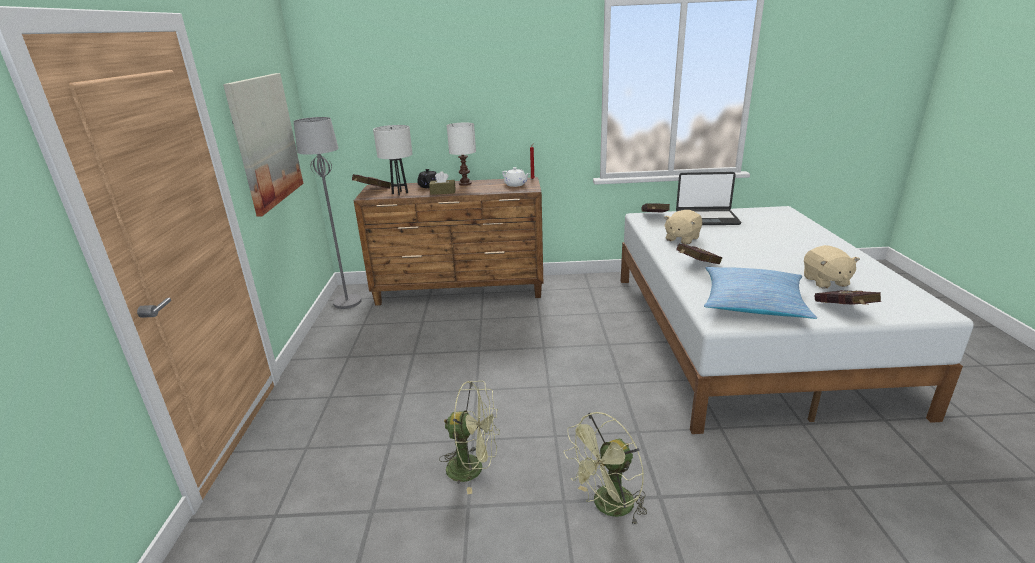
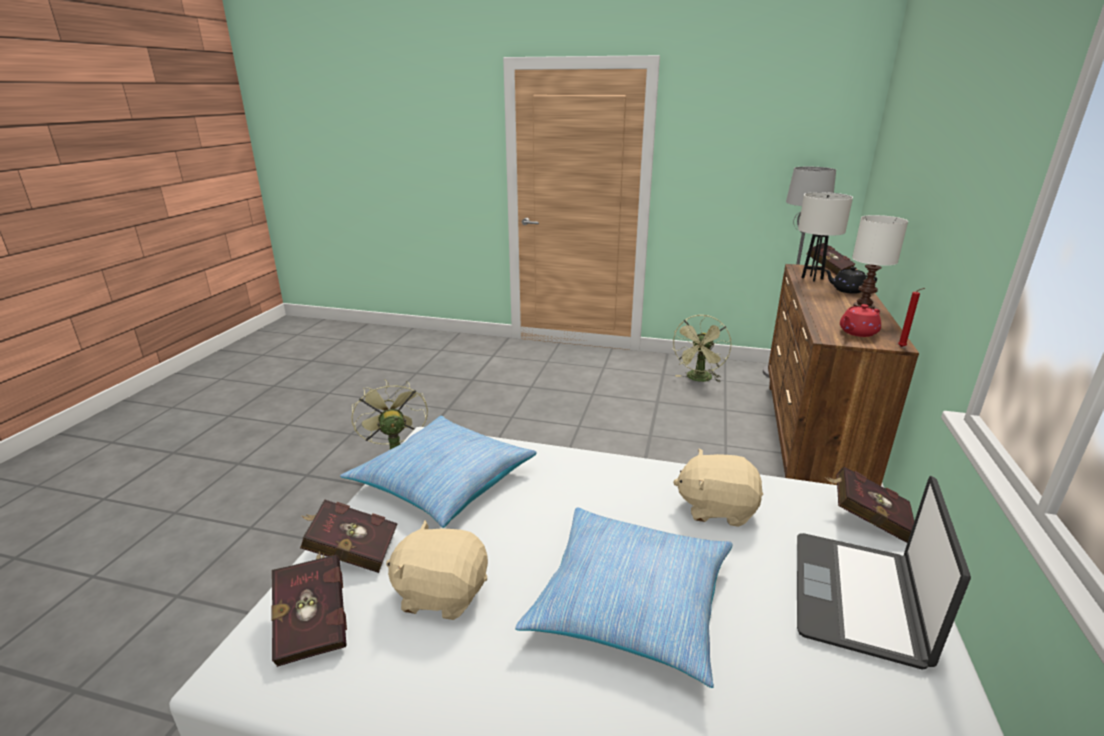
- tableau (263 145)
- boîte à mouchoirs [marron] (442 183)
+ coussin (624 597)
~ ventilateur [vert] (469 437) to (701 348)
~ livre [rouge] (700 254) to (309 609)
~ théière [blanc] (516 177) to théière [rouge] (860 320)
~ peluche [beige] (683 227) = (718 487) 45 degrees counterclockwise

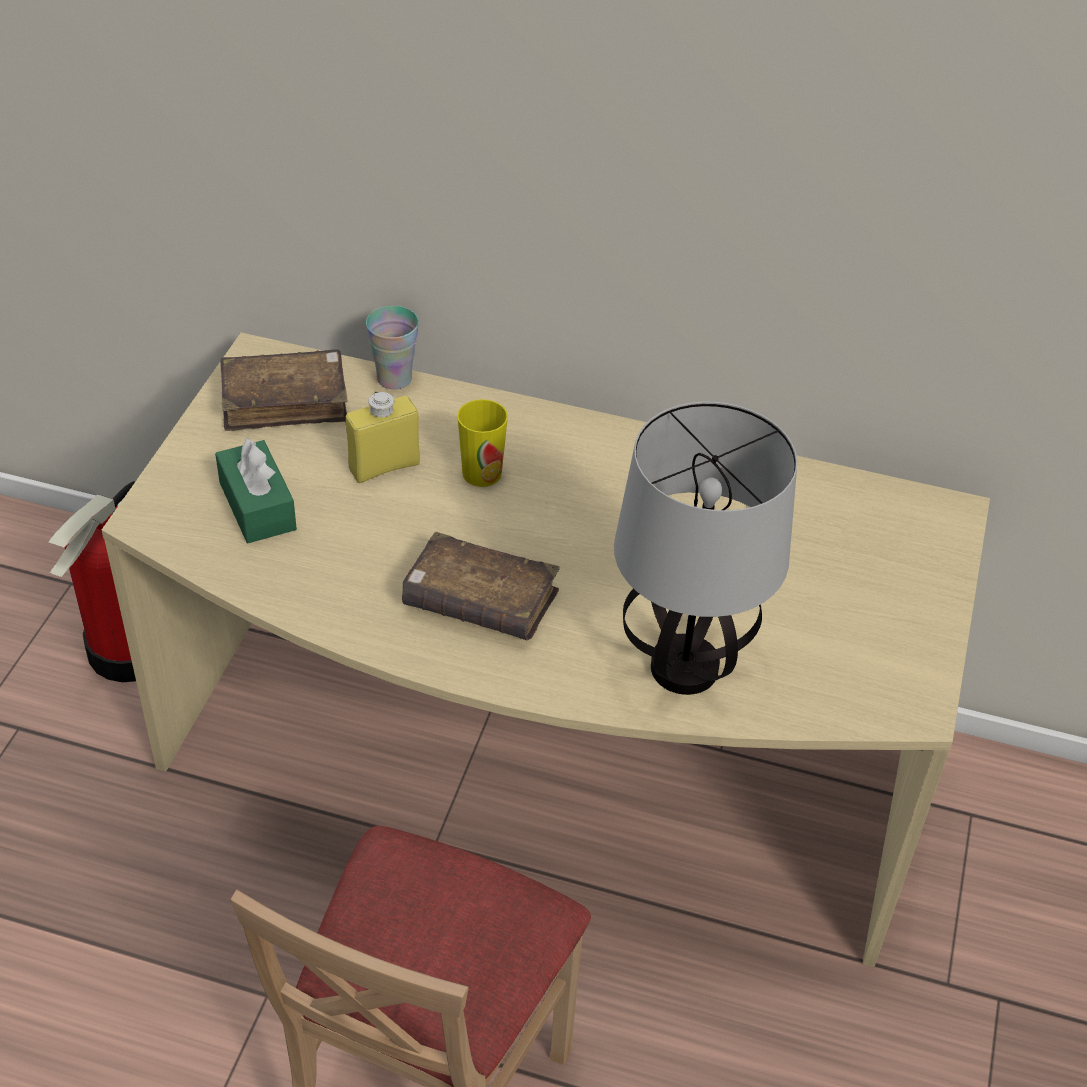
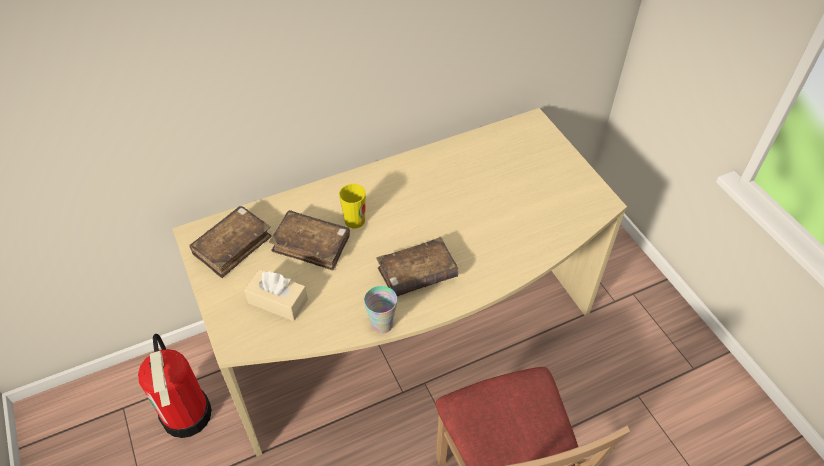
- lampe de table (705 548)
~ tasse (392 347) to (380 310)
~ bouteille [jaune] (382 437) to livre [marron] (309 240)
~ boîte à mouchoirs [vert] (256 490) to boîte à mouchoirs [beige] (276 295)

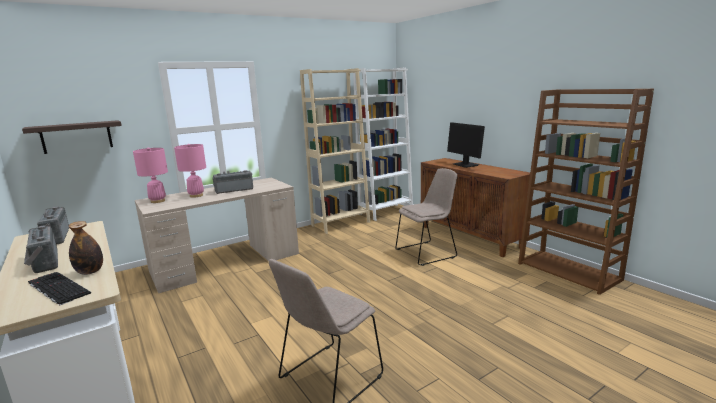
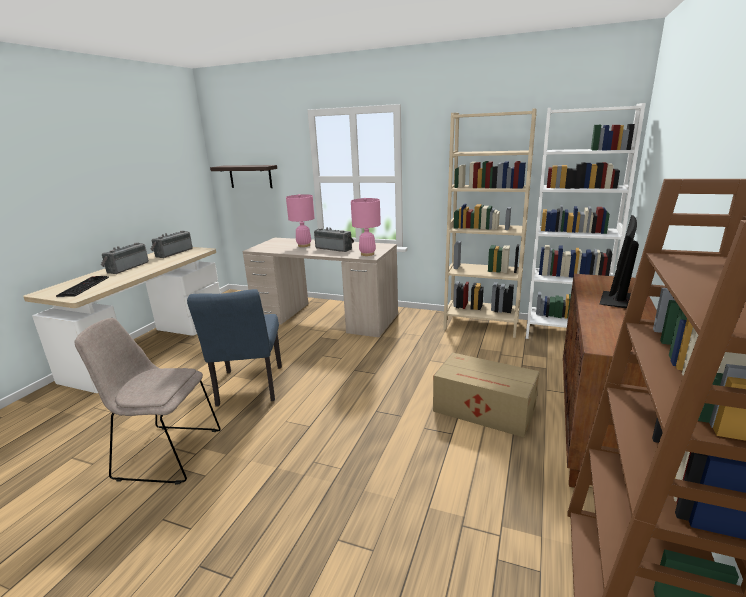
- bouteille (86 248)
+ chaise [bleu] (234 347)
~ lampe de table [rose] (150 175) to (366 227)
~ chaise [beige] (426 217) to carton (486 395)

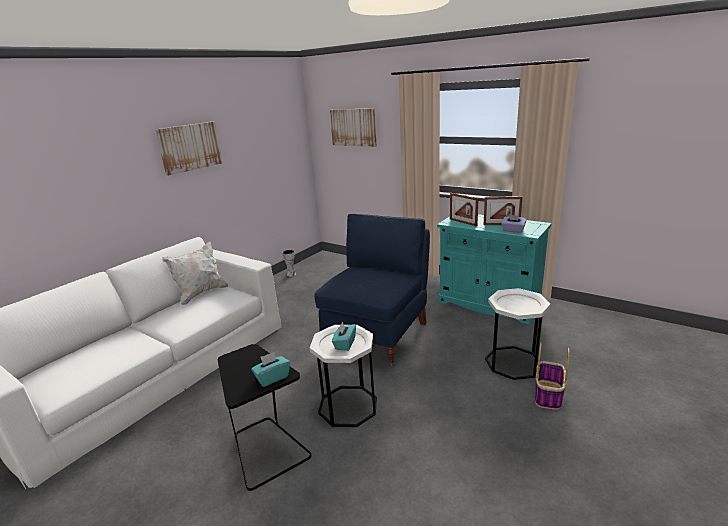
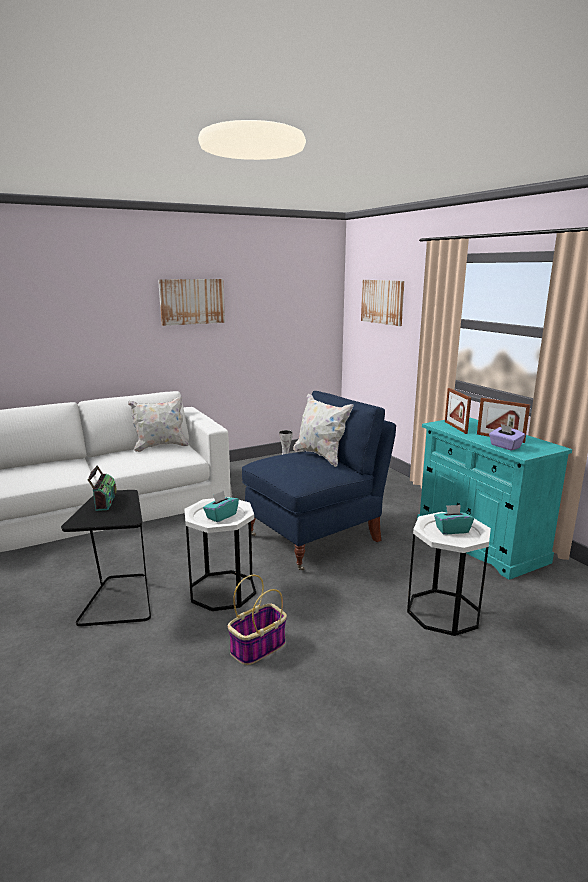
+ radio (102 488)
+ coussin [blanc] (323 430)
~ boîte à mouchoirs [turquoise] (270 369) to (454 519)
~ panier (552 376) to (257 620)

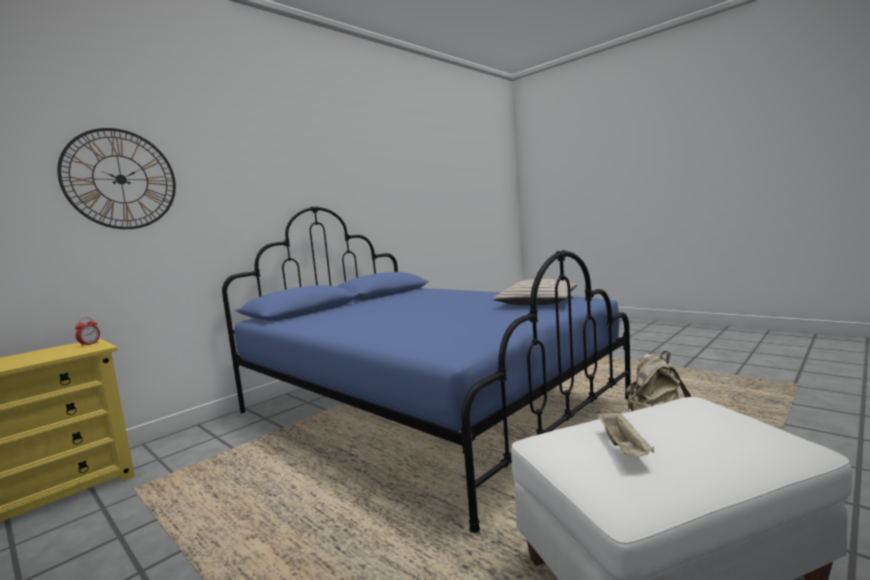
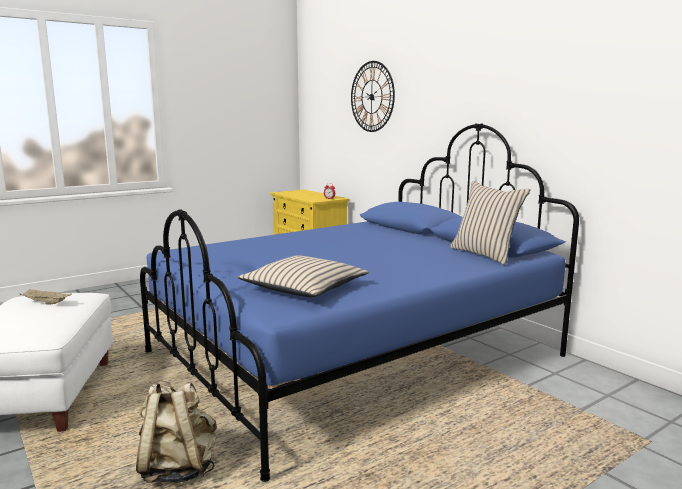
+ coussin [beige] (490 223)

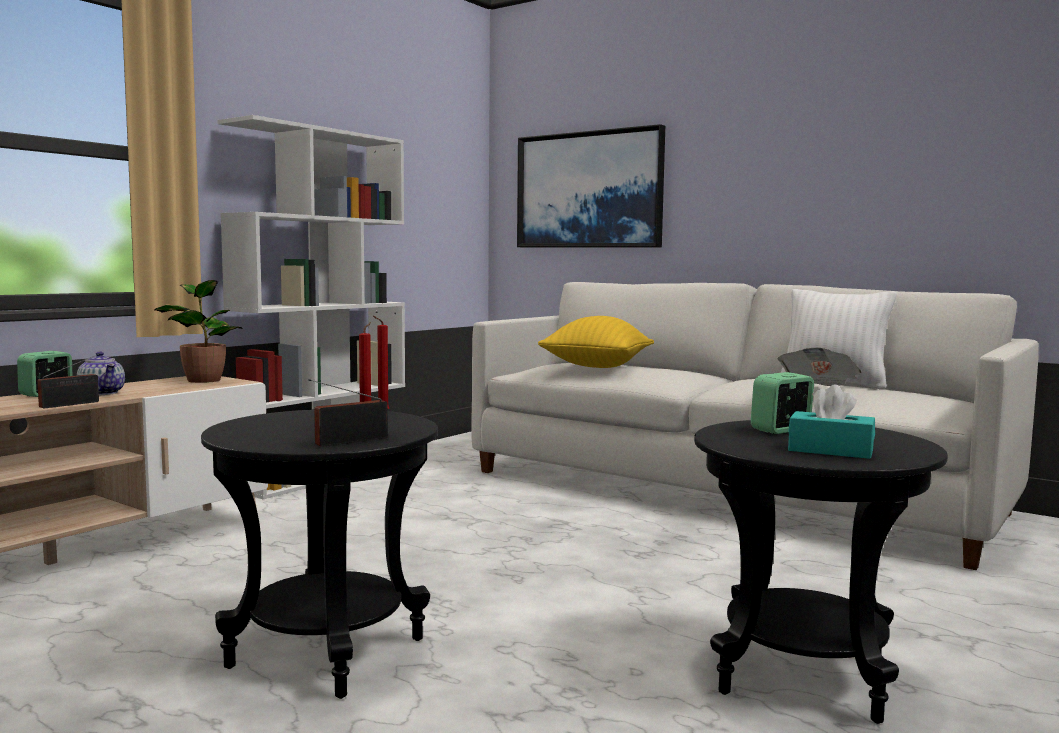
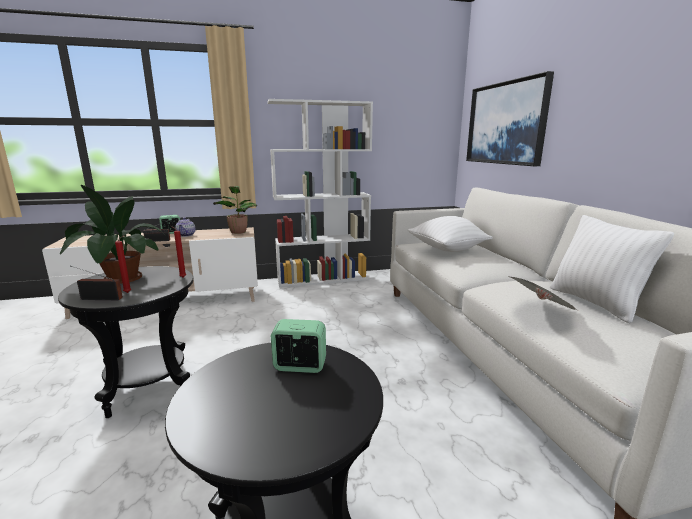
- boîte à mouchoirs [turquoise] (831 421)
+ plante en pot (114 234)
~ coussin [jaune] (596 342) to coussin [blanc] (450 234)

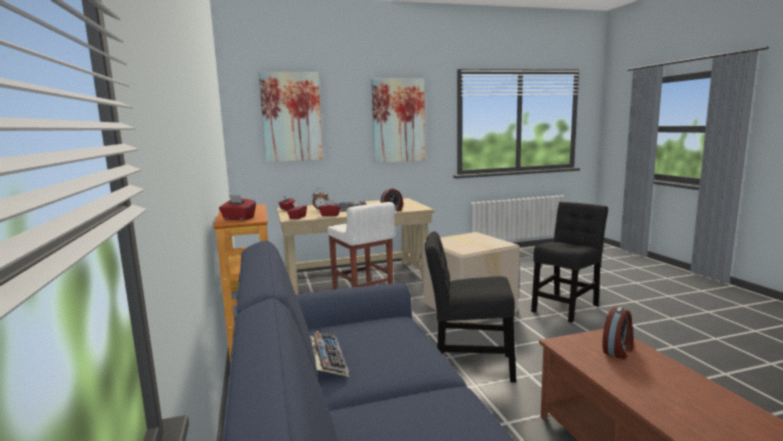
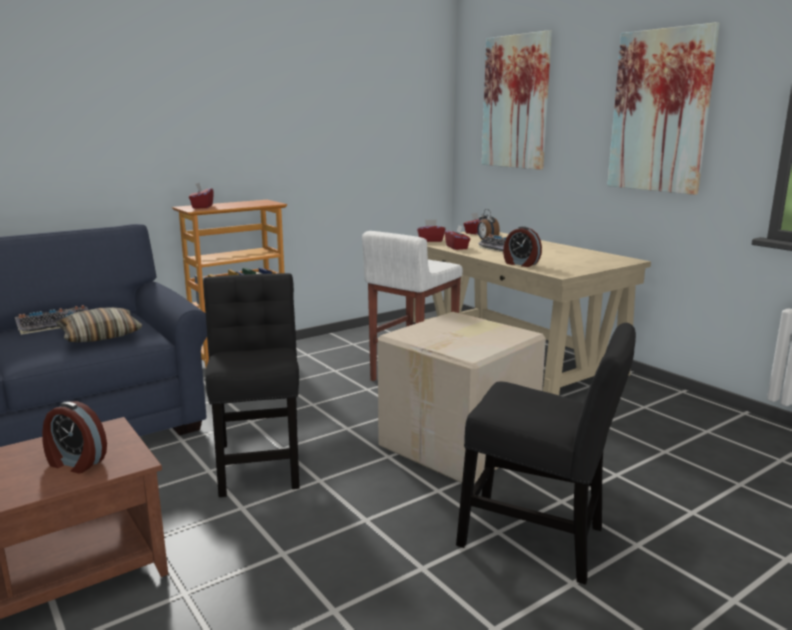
+ coussin (99 324)

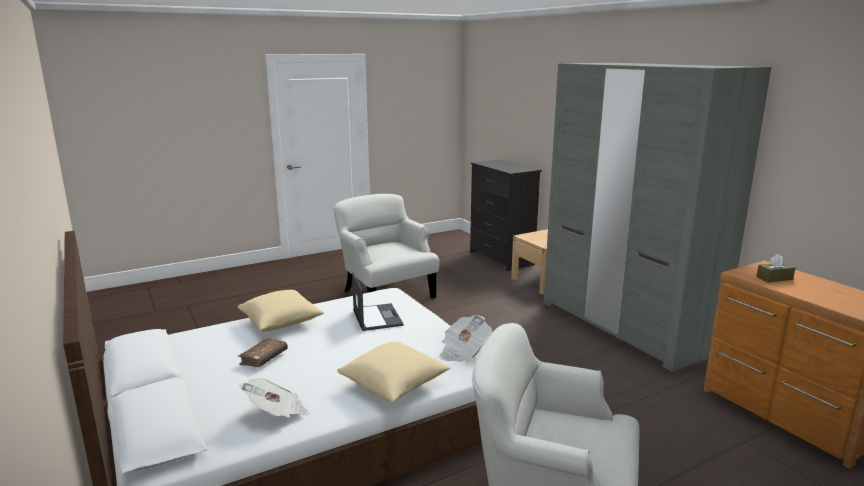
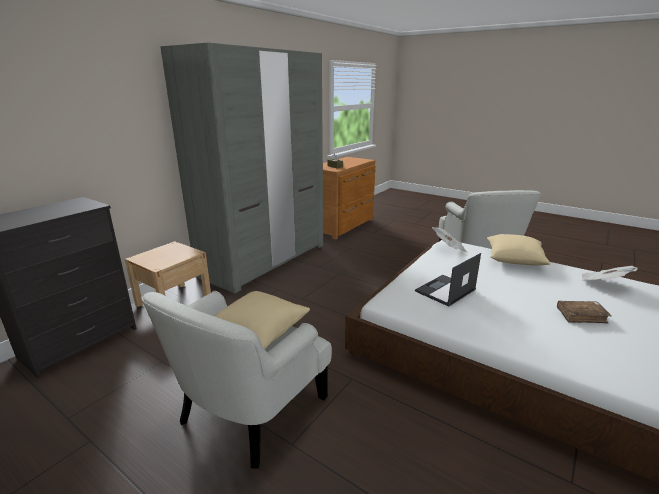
~ coussin [beige] (281 310) to (262 320)

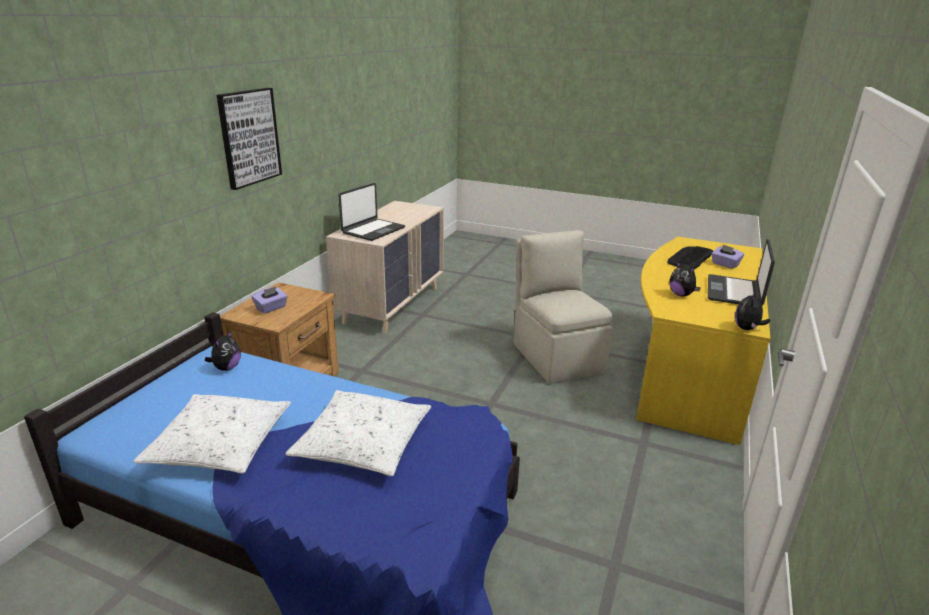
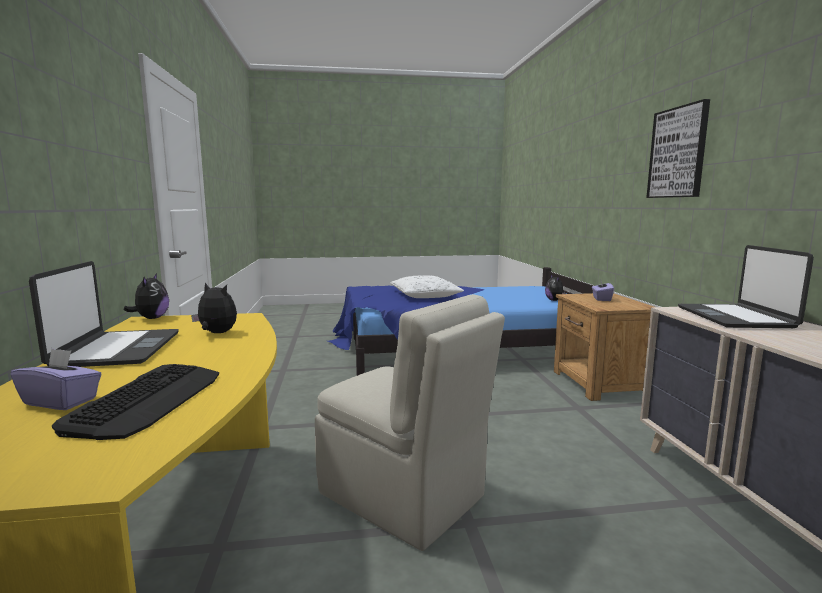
- coussin [blanc] (212 433)

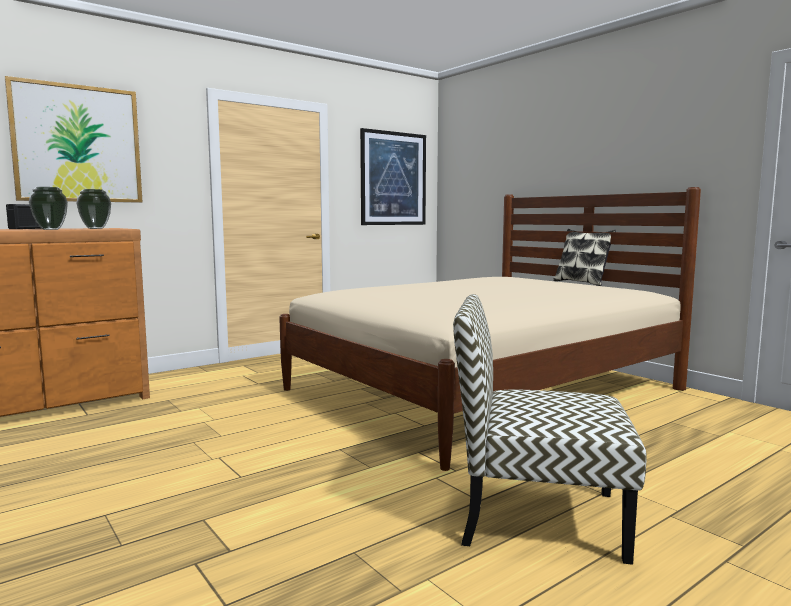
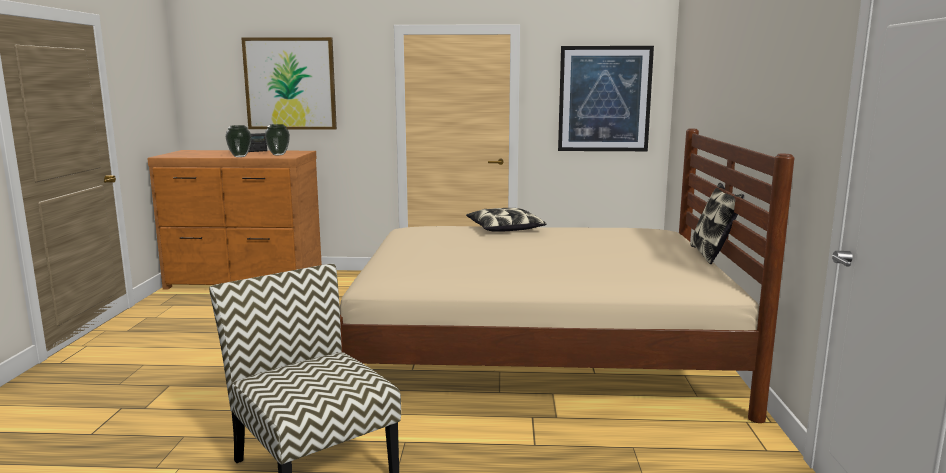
+ coussin (506 220)

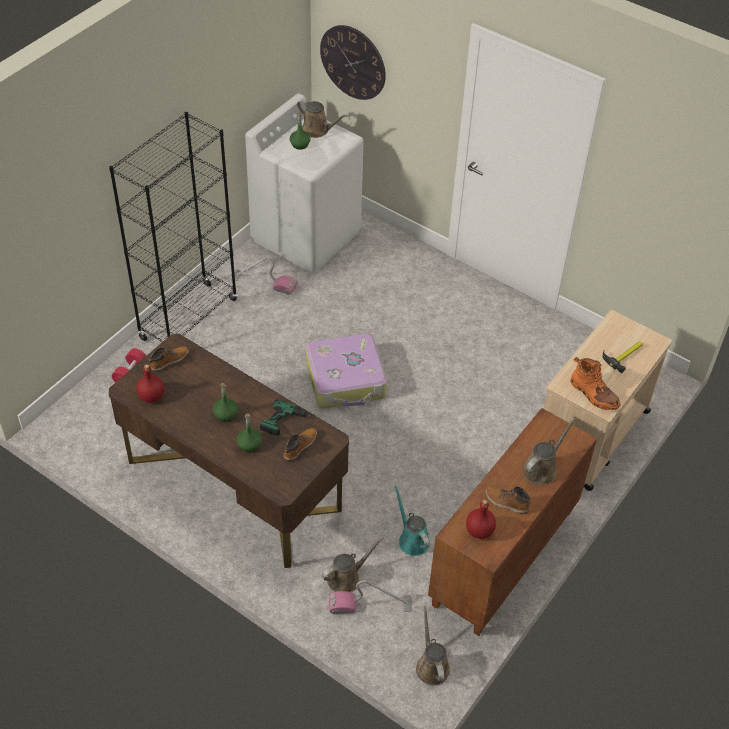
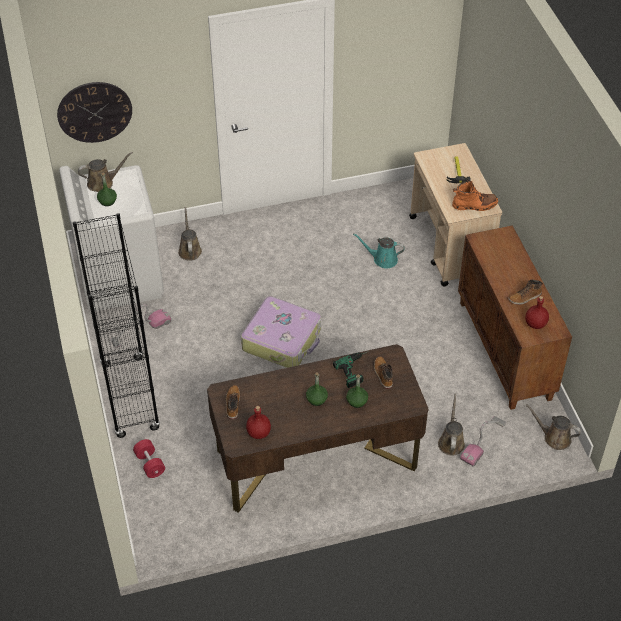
~ arrosoir [turquoise] (412 521) to (379 251)
~ arrosoir [marron] (549 451) to (190 234)

